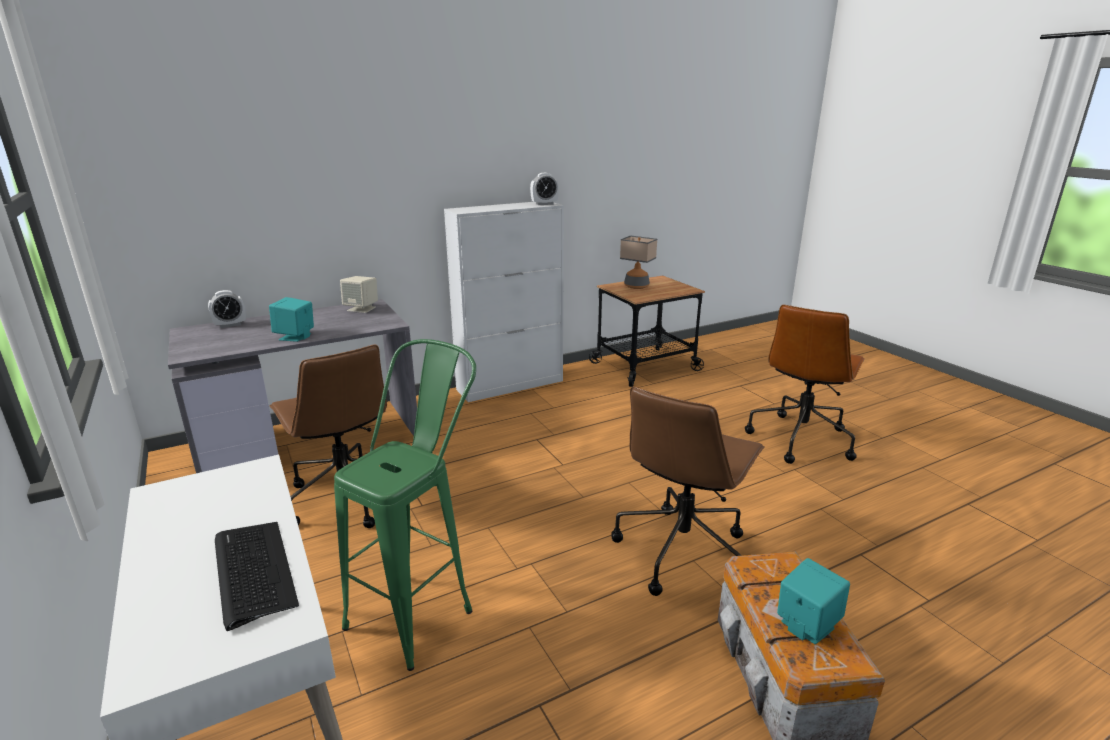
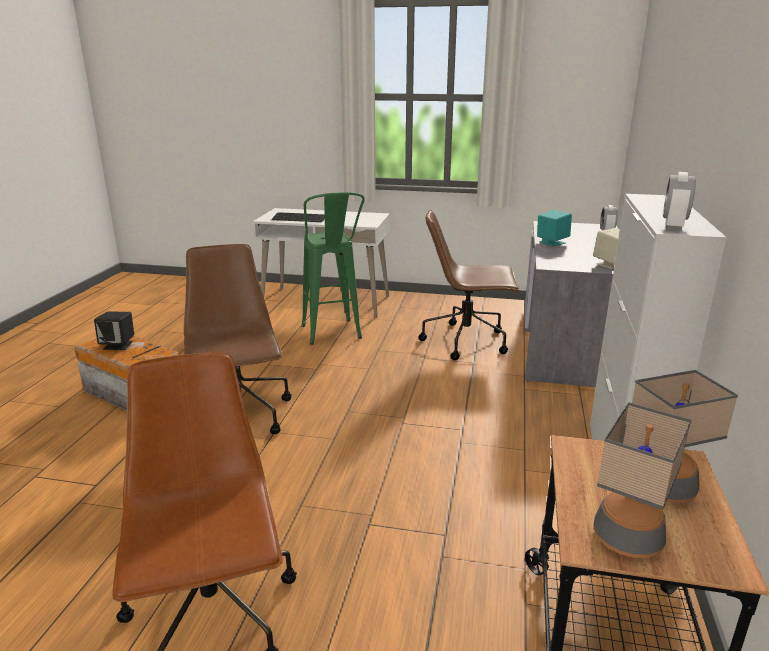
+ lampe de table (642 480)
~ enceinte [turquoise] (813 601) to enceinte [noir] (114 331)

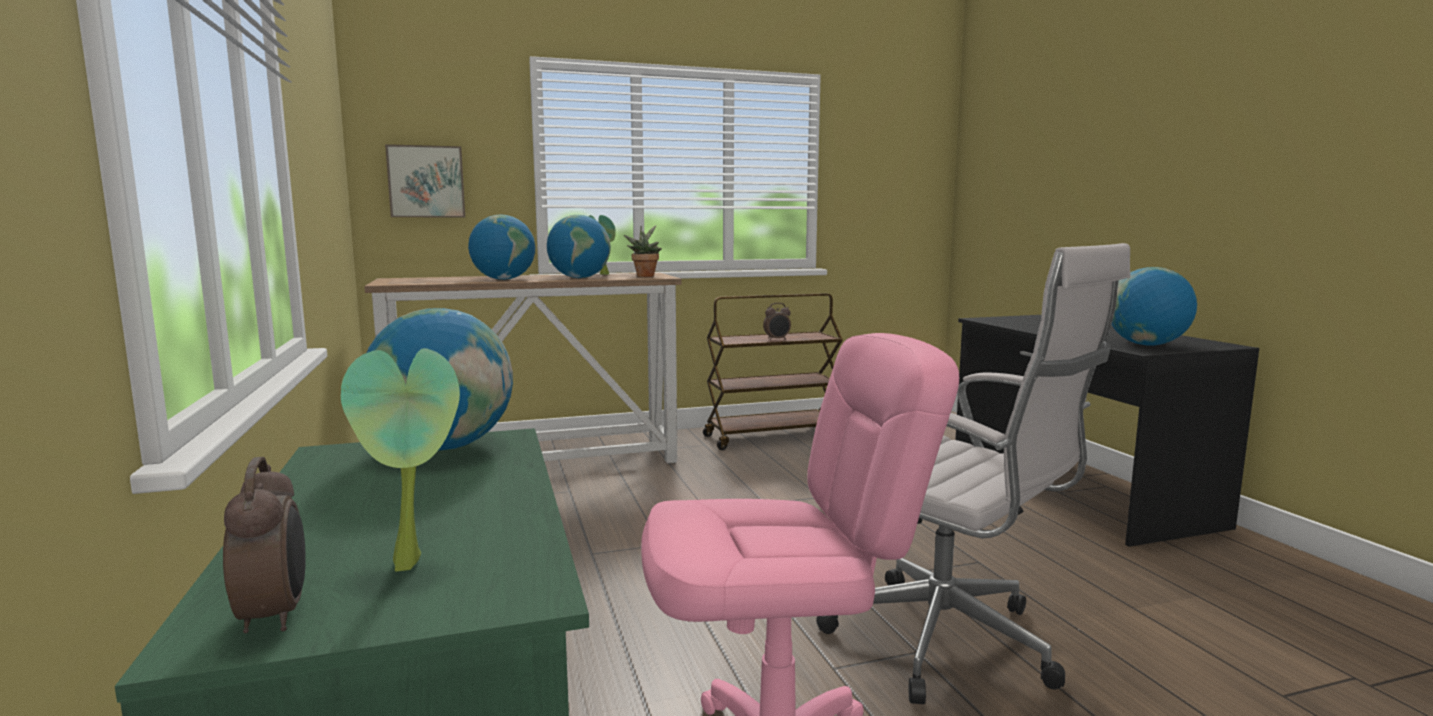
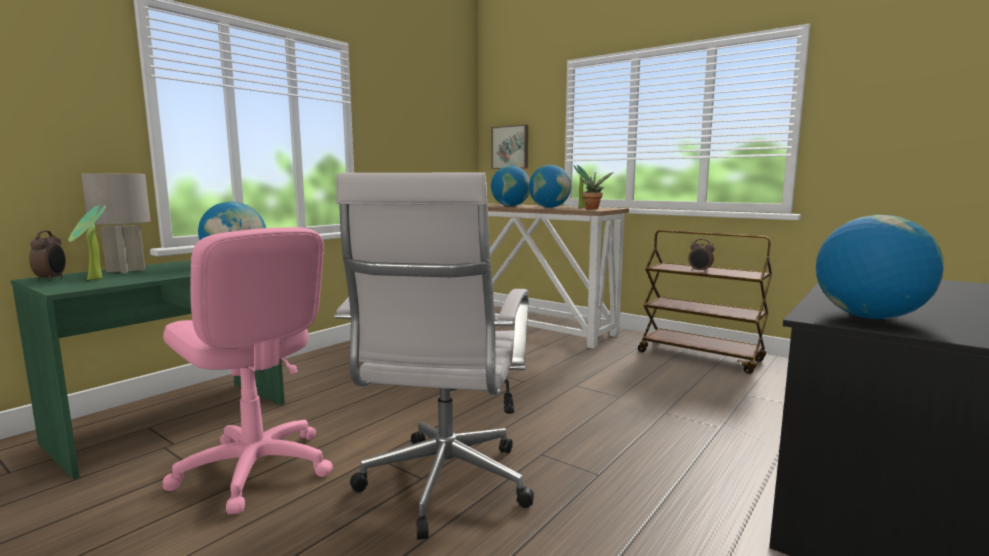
+ lampe de table [gris] (116 224)
~ réveil (264 545) = (47 256) 45 degrees counterclockwise

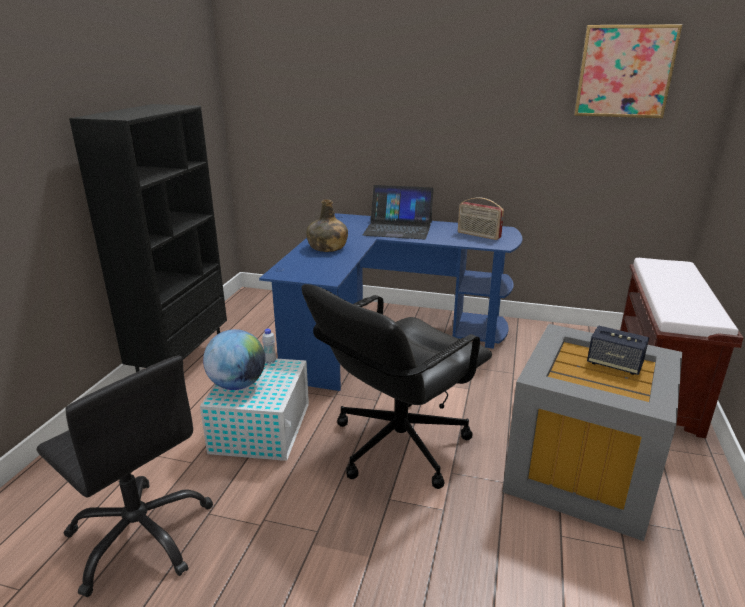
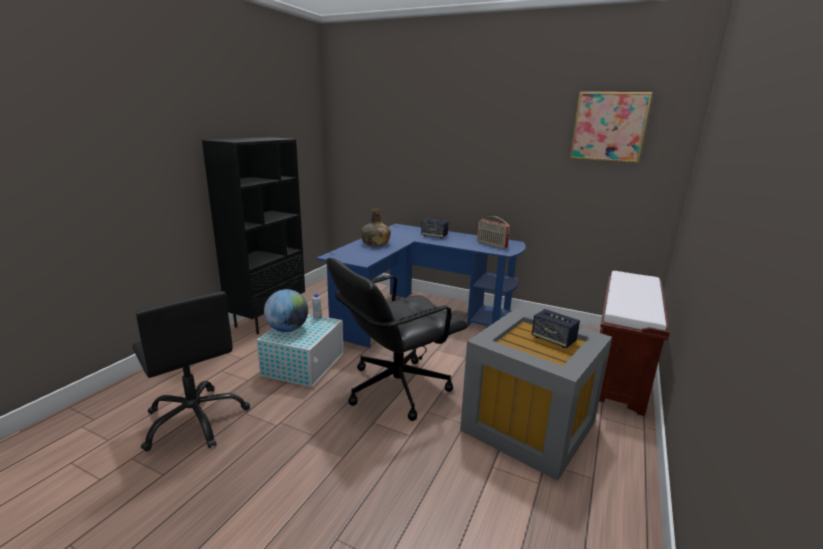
~ ordinateur portable (398 212) to enceinte (435 228)

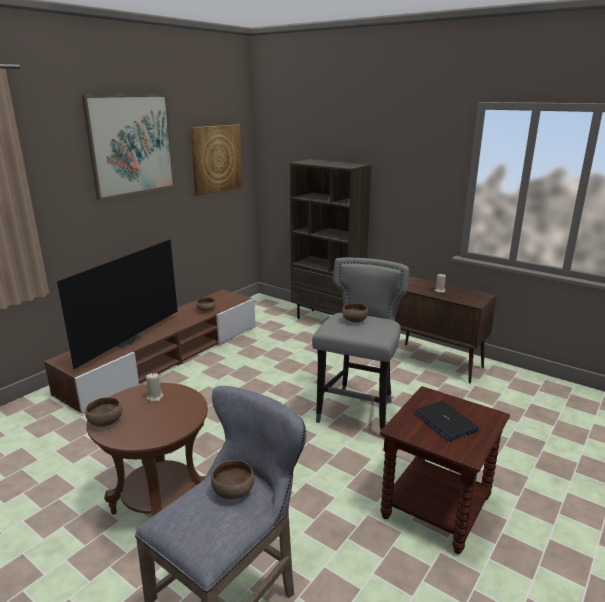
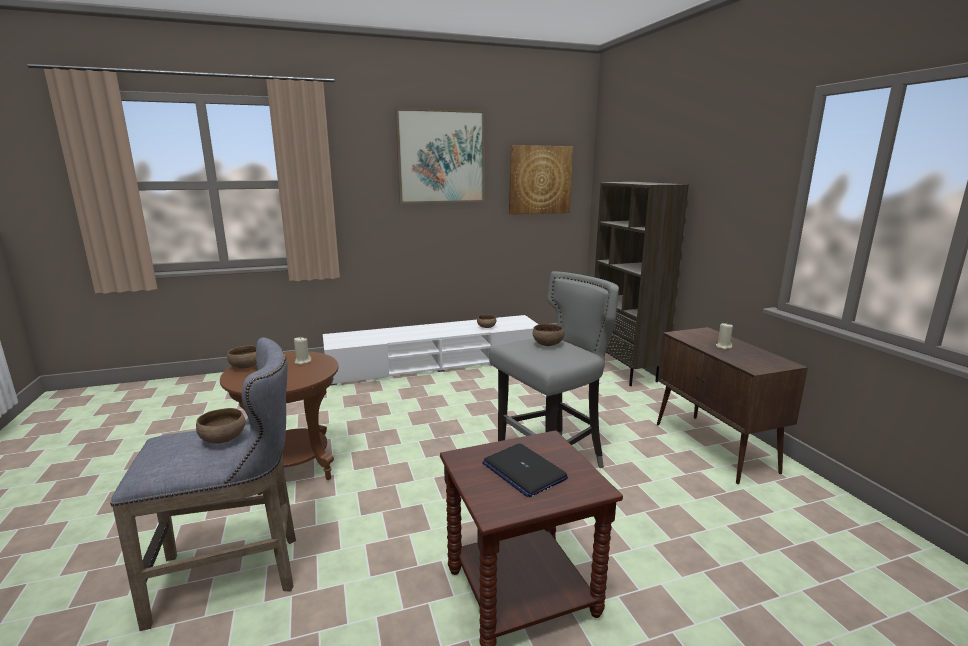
- téléviseur (117 304)
~ meuble télé [marron] (149 352) to meuble télé [blanc] (431 350)
~ ordinateur portable (446 421) = (525 470) 45 degrees counterclockwise

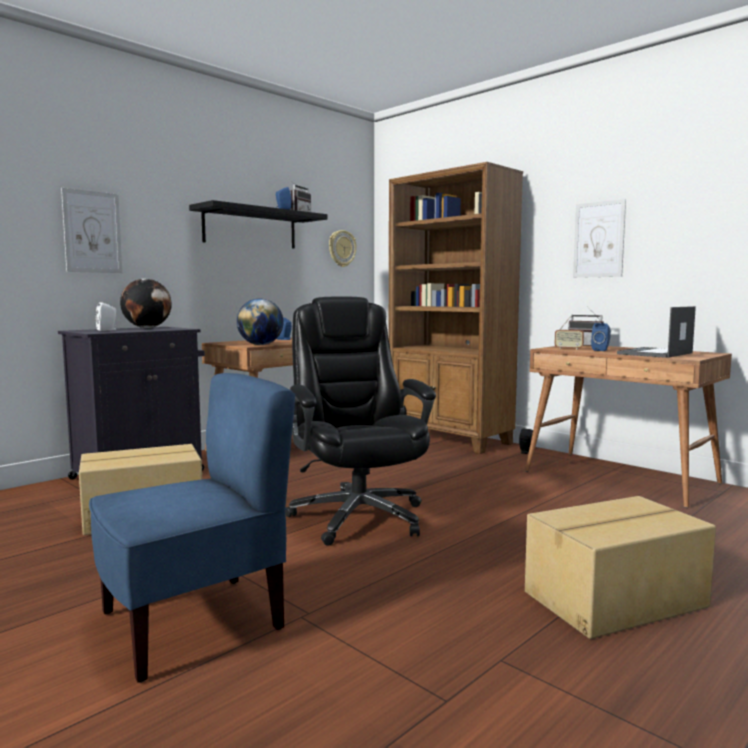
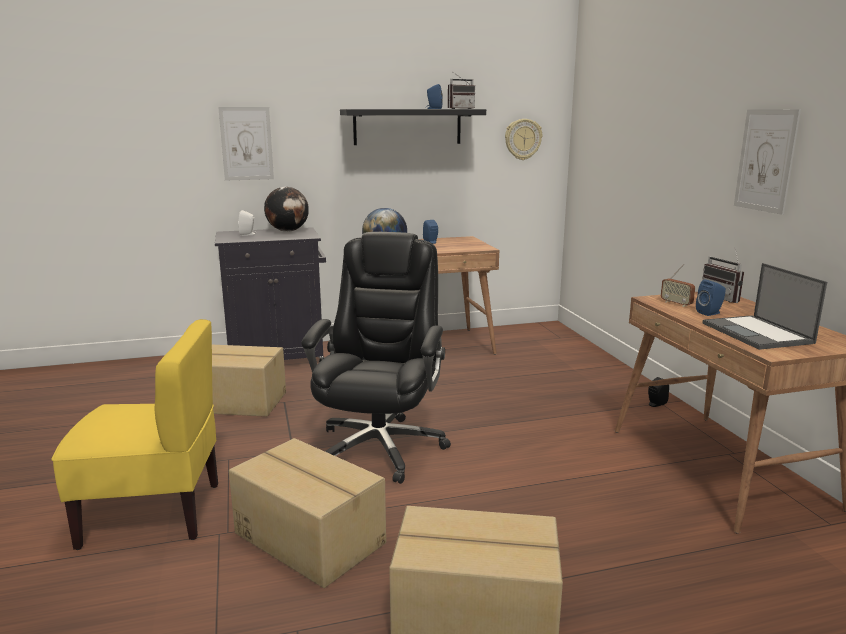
- bibliothèque [marron] (456 308)
+ carton (307 513)
~ chaise [bleu] (192 528) to chaise [jaune] (134 434)
~ ordinateur portable (656 332) = (764 306) 90 degrees counterclockwise

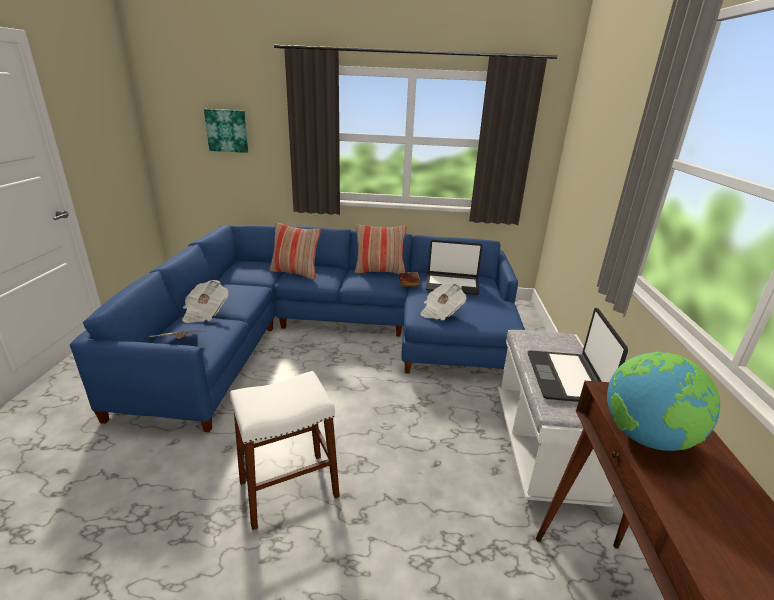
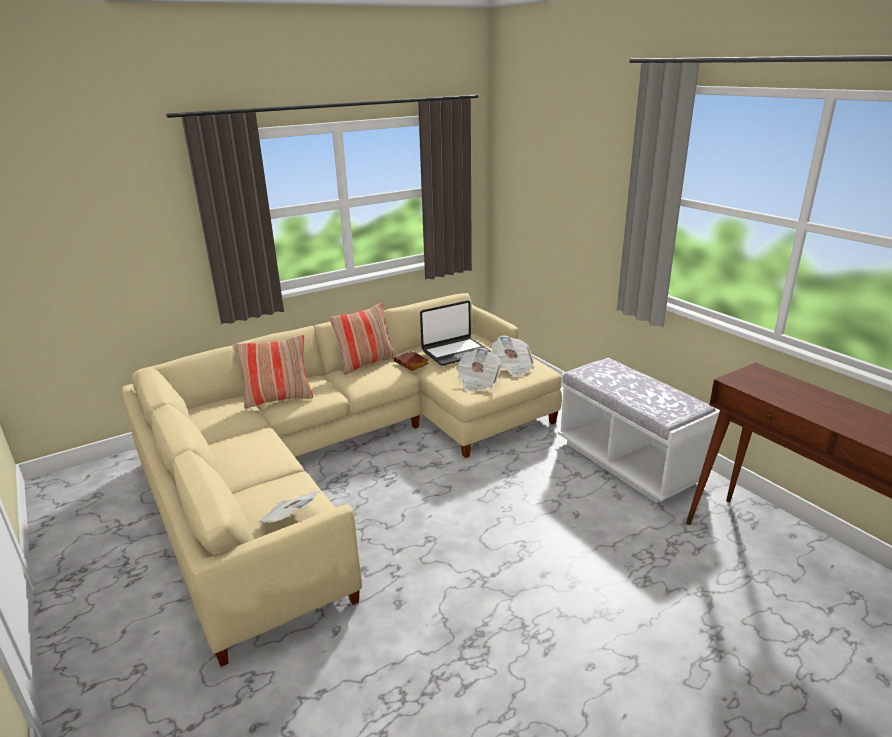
- tableau (226 131)
- tabouret [blanc] (285 450)
- ordinateur portable (577 355)
- globe (663 401)
~ journal (205 301) to (513 356)
~ canapé [bleu] (297 328) to canapé [beige] (341 480)

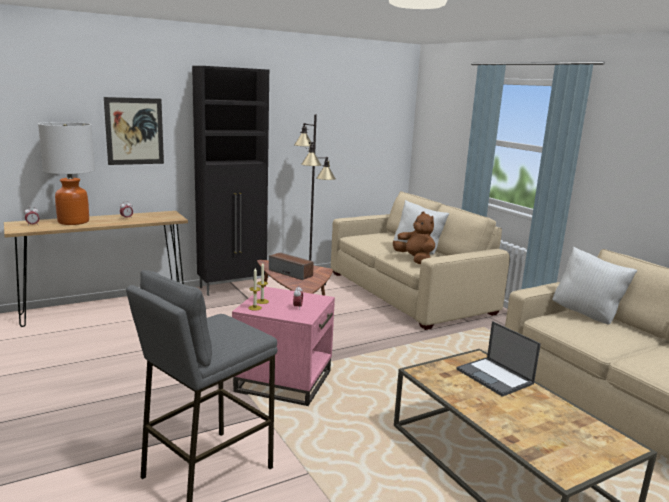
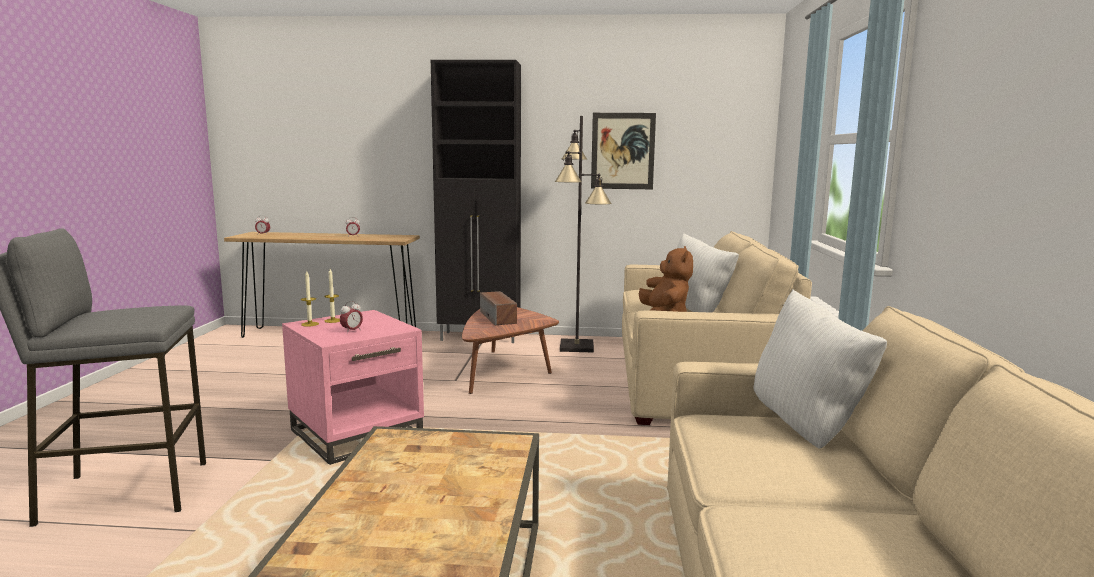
- lampe de table (66 173)
- ordinateur portable (498 359)
~ tableau (134 131) to (623 151)

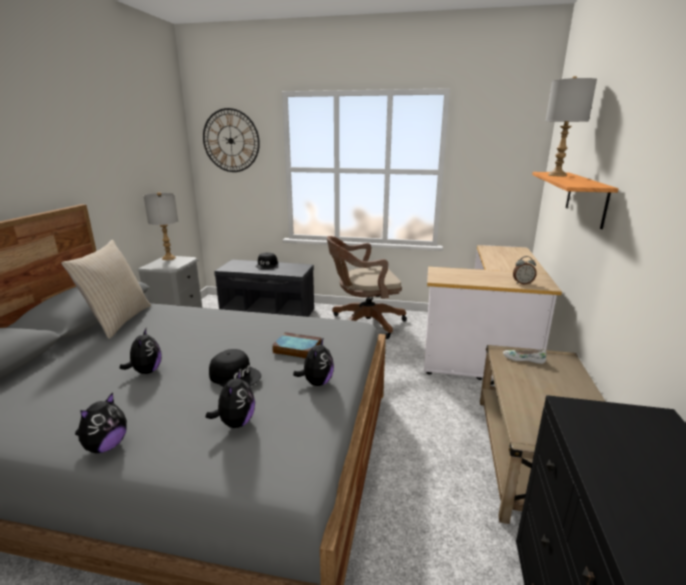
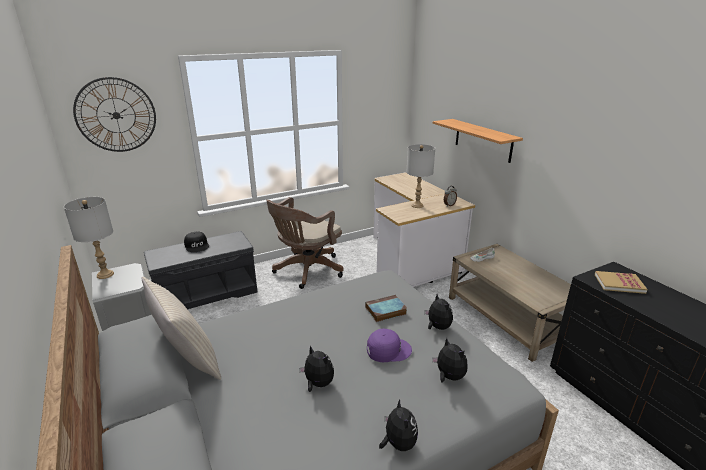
+ livre (621 282)
~ lampe de table [gris] (571 126) to (420 176)
~ casquette [noir] (235 368) to casquette [violet] (389 345)

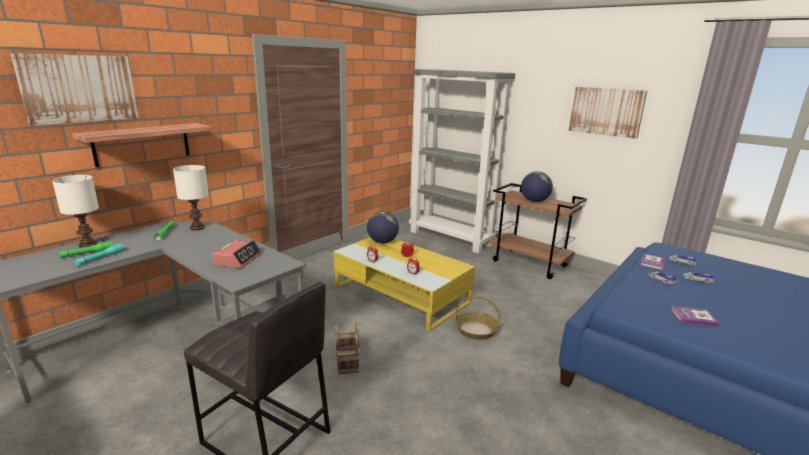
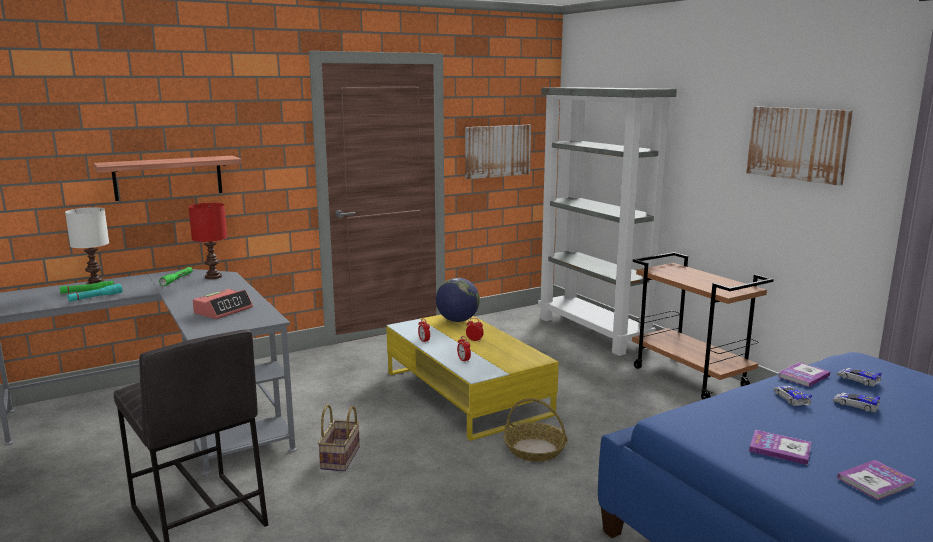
- globe (537 186)
+ livre (876 480)
~ tableau (74 89) to (498 152)
~ lampe de table [blanc] (191 197) to lampe de table [rouge] (207 241)

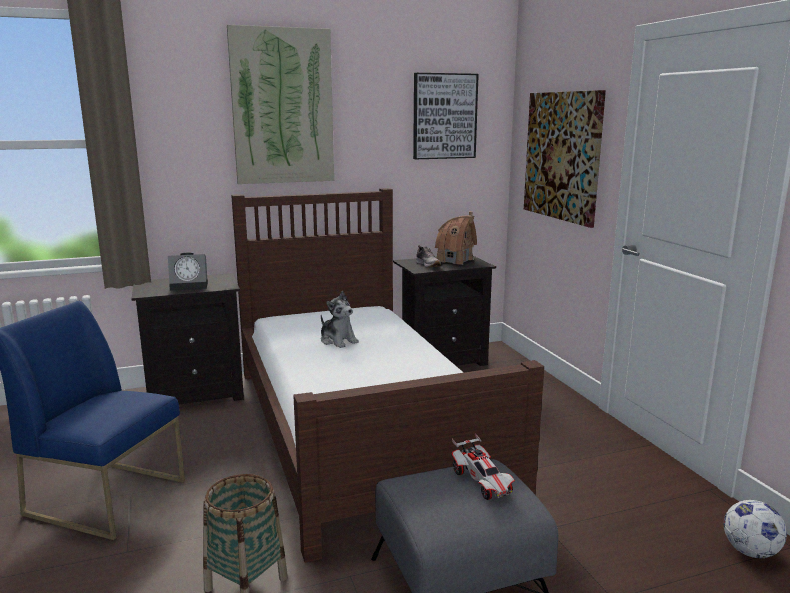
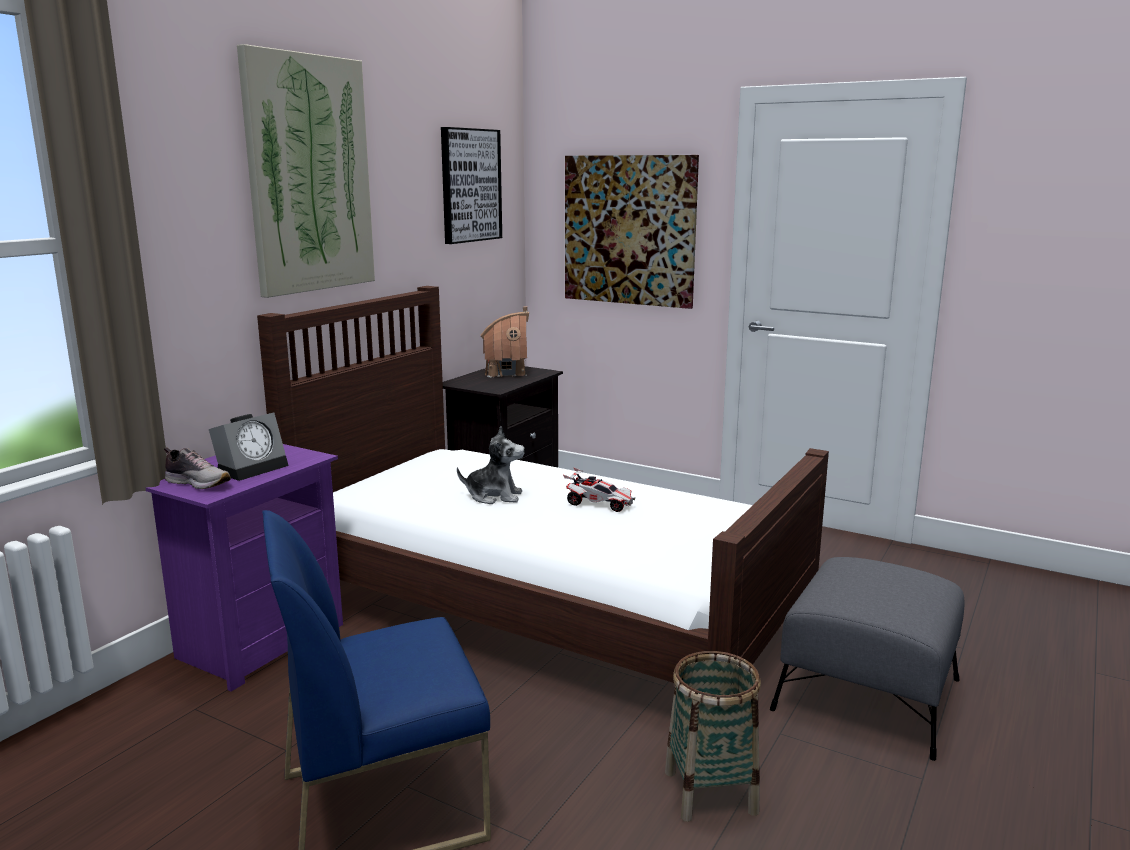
- ballon de foot (755 529)
~ chaussure (428 256) to (197 468)
~ petite voiture (483 466) to (599 489)
~ table de chevet [noir] (187 339) to table de chevet [violet] (244 567)

